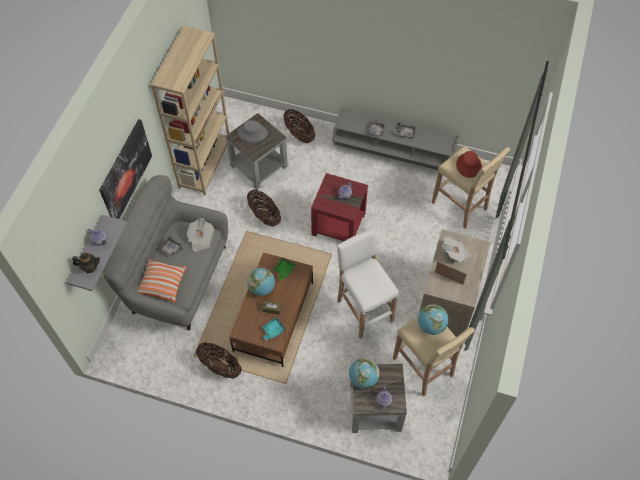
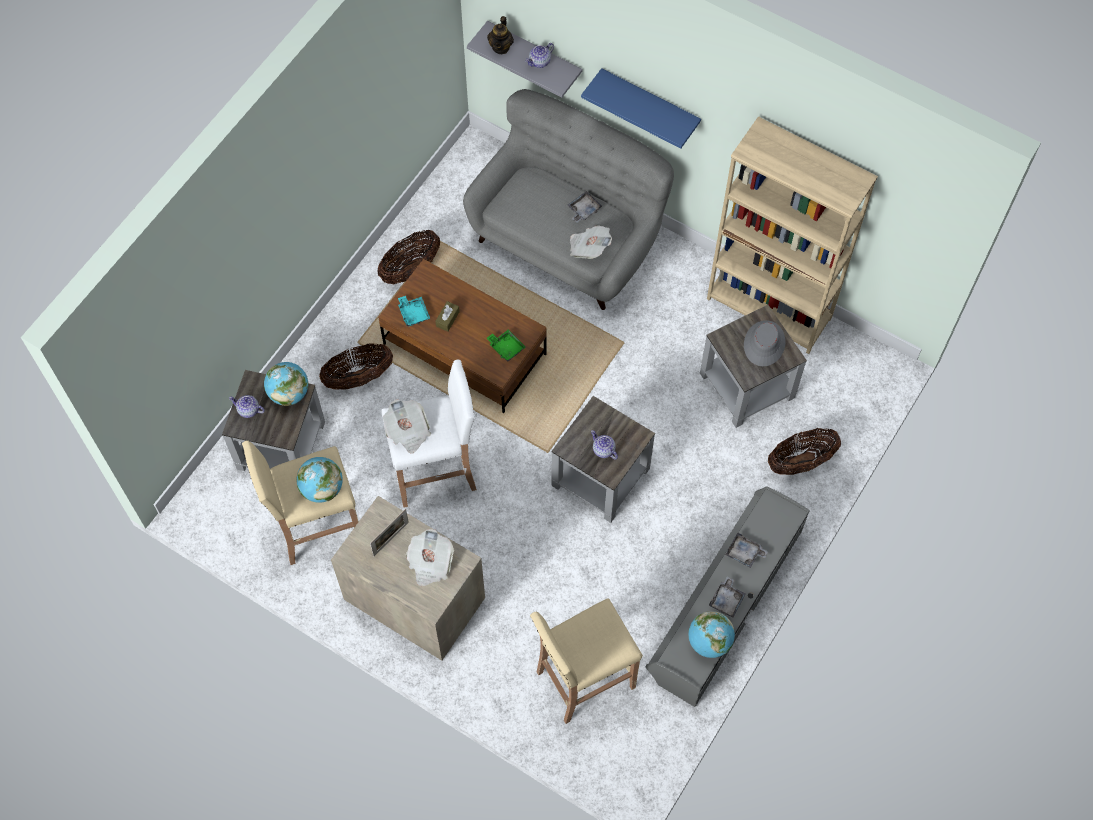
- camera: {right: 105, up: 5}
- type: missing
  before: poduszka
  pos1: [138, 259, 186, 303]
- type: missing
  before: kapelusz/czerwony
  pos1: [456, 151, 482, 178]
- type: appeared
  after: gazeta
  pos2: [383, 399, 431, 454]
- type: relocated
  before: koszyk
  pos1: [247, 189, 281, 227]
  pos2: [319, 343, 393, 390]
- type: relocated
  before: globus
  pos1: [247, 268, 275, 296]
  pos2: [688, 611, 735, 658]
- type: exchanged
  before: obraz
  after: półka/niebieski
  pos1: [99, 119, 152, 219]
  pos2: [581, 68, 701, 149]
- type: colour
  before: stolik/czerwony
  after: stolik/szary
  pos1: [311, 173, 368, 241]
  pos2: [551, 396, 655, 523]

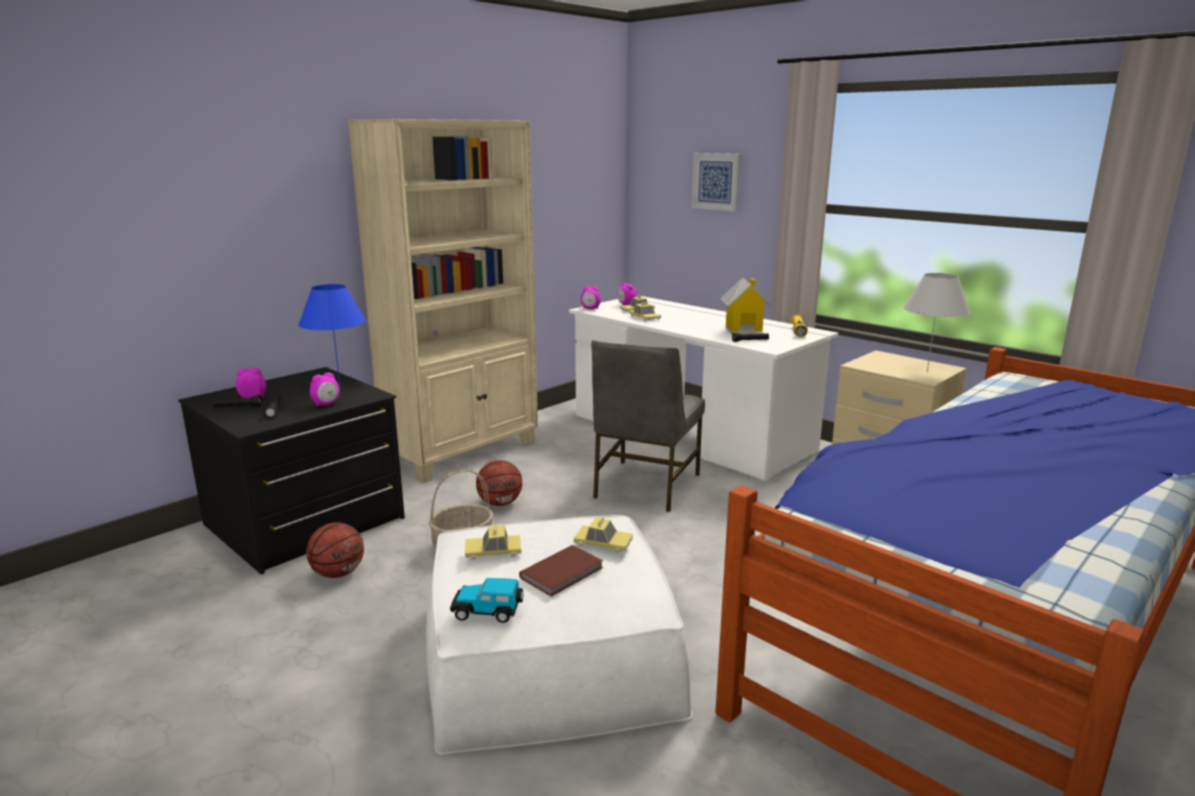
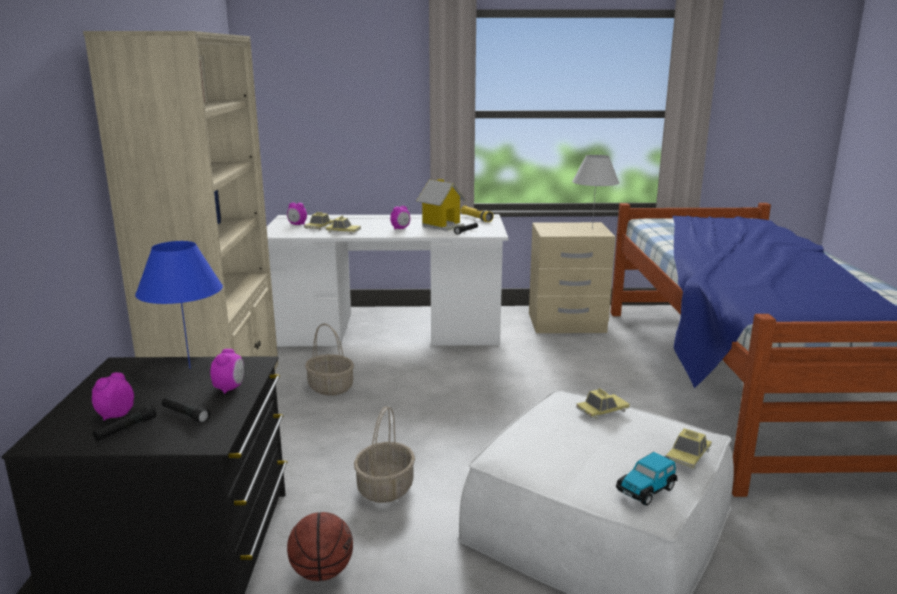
- camera: {right: -45, up: 0}
- type: missing
  before: piłka do koszykówki
  pos1: [476, 460, 522, 506]
- type: missing
  before: książka/brązowy
  pos1: [519, 545, 603, 597]
- type: missing
  before: krzesło/szary
  pos1: [591, 340, 705, 512]
- type: missing
  before: obraz
  pos1: [691, 153, 741, 212]
- type: appeared
  after: koszyk
  pos2: [305, 324, 354, 396]
- type: relocated
  before: samochodzik
  pos1: [465, 525, 521, 561]
  pos2: [666, 428, 712, 469]
- type: relocated
  before: budzik
  pos1: [581, 286, 601, 309]
  pos2: [390, 206, 410, 229]

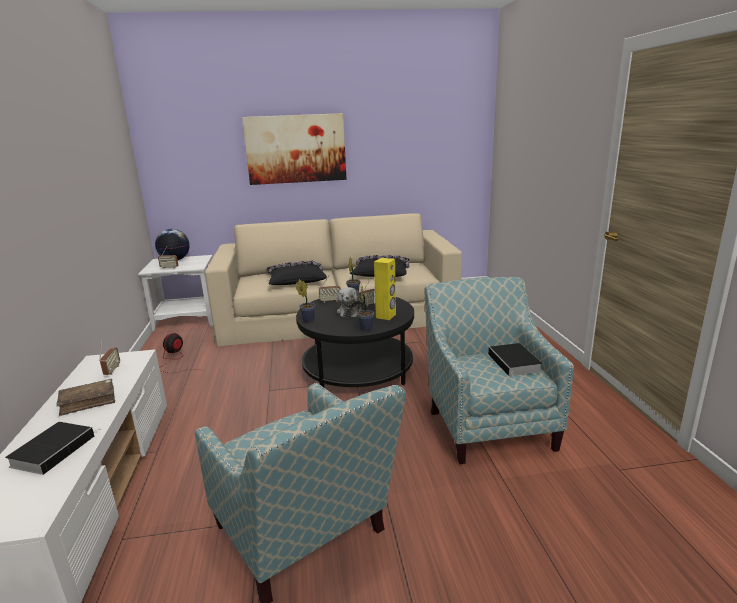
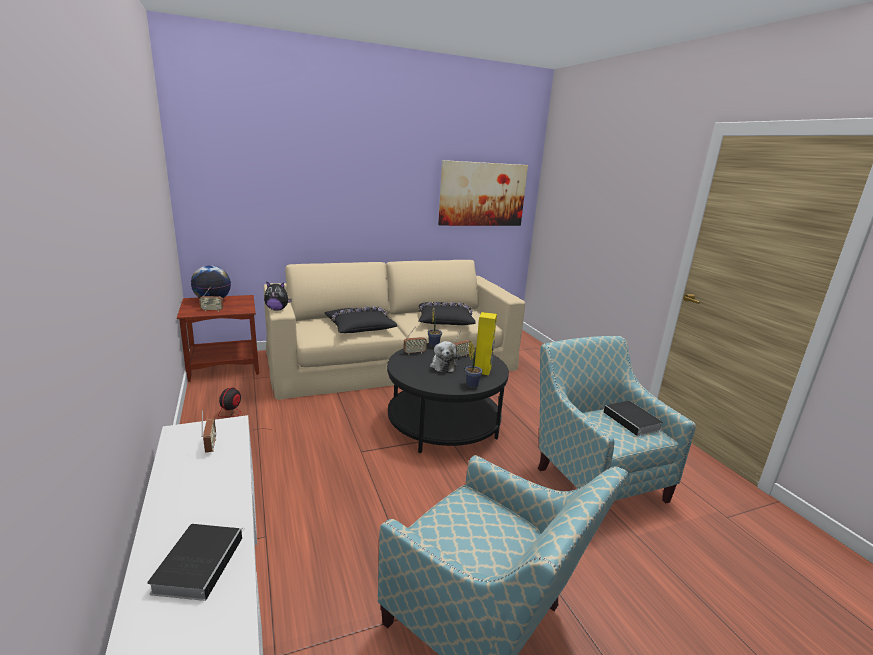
- camera: {right: -15, up: 0}
- type: missing
  before: książka/brązowy
  pos1: [56, 379, 115, 416]
- type: missing
  before: roślina doniczkowa
  pos1: [296, 279, 316, 322]
- type: appeared
  after: pluszak
  pos2: [264, 281, 292, 311]
- type: relocated
  before: obraz
  pos1: [242, 113, 347, 185]
  pos2: [438, 160, 528, 226]
- type: colour
  before: stolik/biały
  after: stolik/brązowy
  pos1: [138, 255, 213, 331]
  pos2: [177, 295, 259, 382]

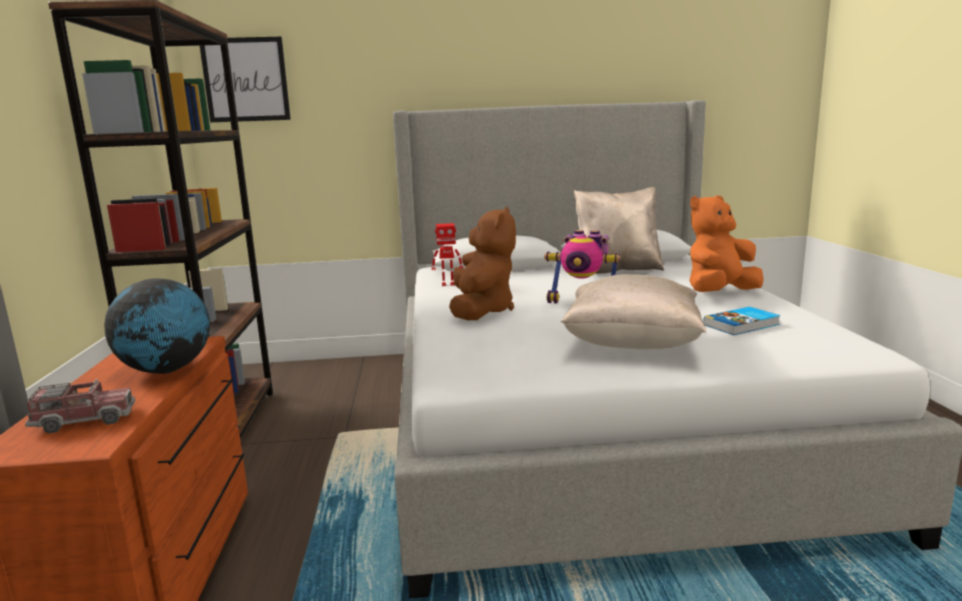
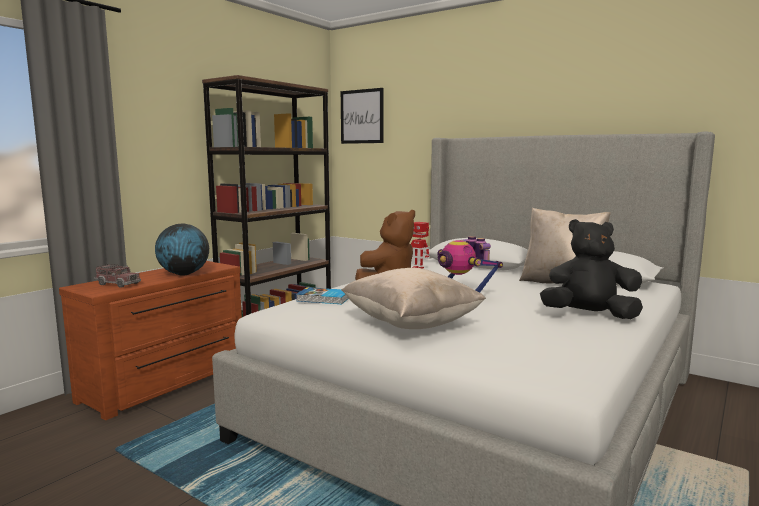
- camera: {right: 40, up: -5}
- type: relocated
  before: książka
  pos1: [703, 307, 780, 335]
  pos2: [296, 287, 349, 304]
- type: colour
  before: pluszak/pomarańczowy
  after: pluszak/czarny
  pos1: [689, 195, 764, 292]
  pos2: [540, 219, 643, 319]

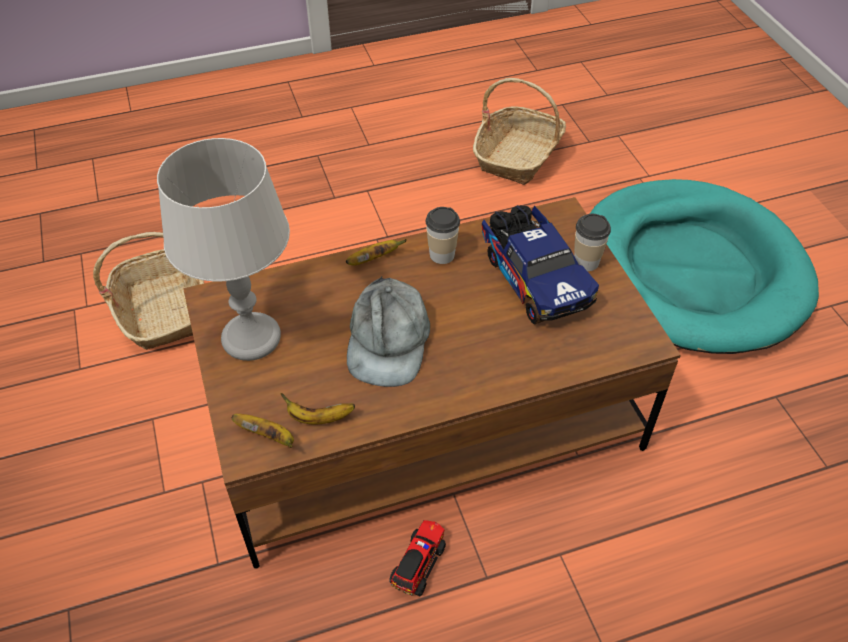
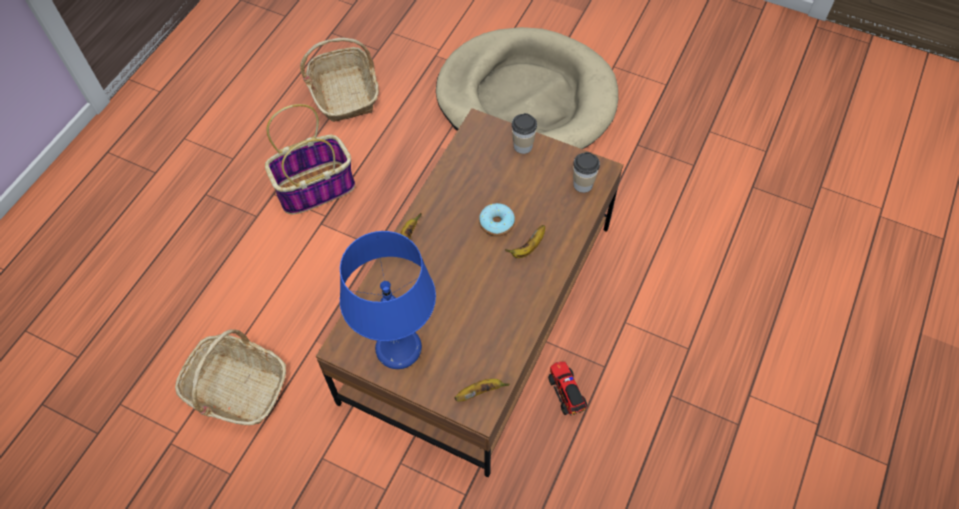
- camera: {right: -45, up: 10}
- type: missing
  before: czapka z daszkiem/szary
  pos1: [347, 276, 430, 387]
- type: missing
  before: ciężarówka zabawkowa
  pos1: [482, 205, 599, 324]
- type: appeared
  after: koszyk
  pos2: [265, 104, 355, 215]
- type: appeared
  after: donut
  pos2: [479, 203, 515, 237]
- type: relocated
  before: banan
  pos1: [280, 393, 355, 424]
  pos2: [505, 225, 545, 258]
- type: relocated
  before: filiżanka
  pos1: [426, 207, 460, 264]
  pos2: [573, 152, 600, 193]
- type: colour
  before: lampa stołowa/szary
  after: lampa stołowa/niebieski
  pos1: [157, 138, 290, 361]
  pos2: [340, 231, 436, 369]
- type: colour
  before: legowisko/turkusowy
  after: legowisko/beżowy
  pos1: [590, 179, 819, 354]
  pos2: [436, 27, 618, 149]

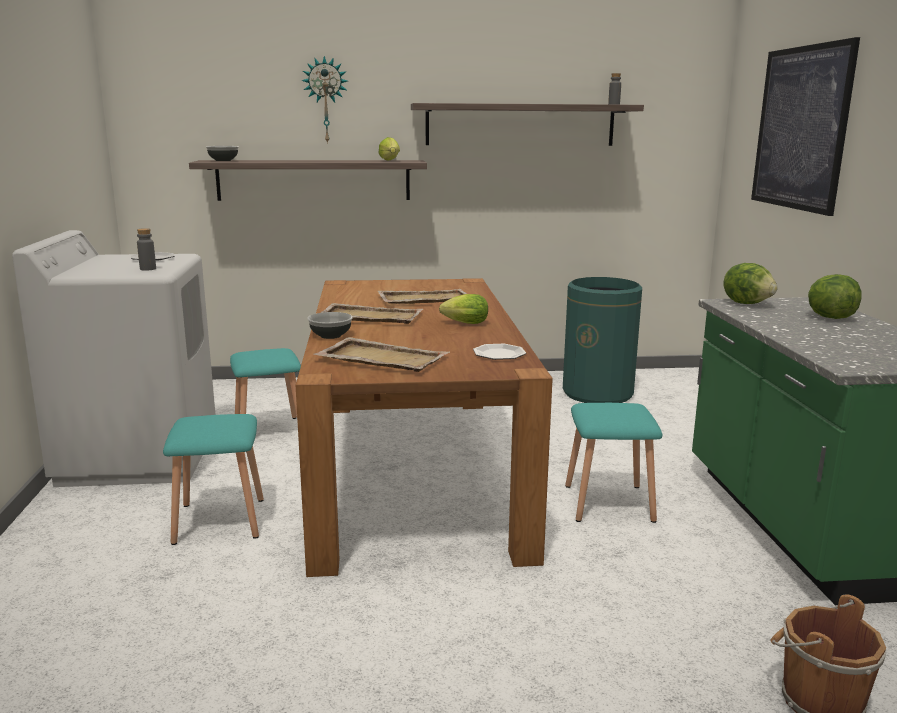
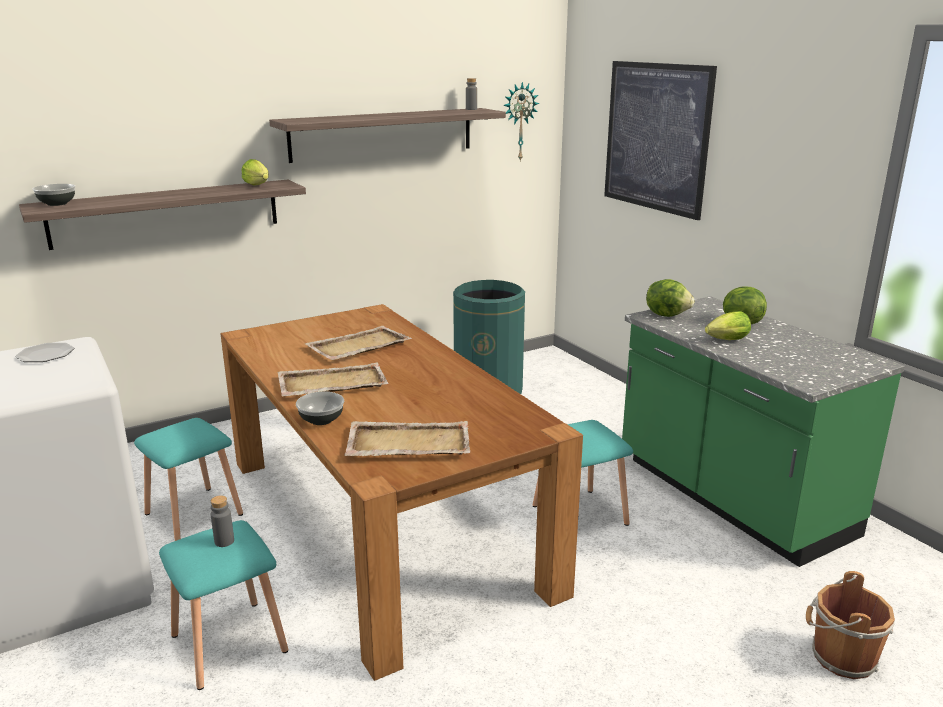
- camera: {right: -25, up: 5}
- type: missing
  before: talerz
  pos1: [473, 344, 526, 360]
- type: relocated
  before: butelka/szary
  pos1: [137, 228, 156, 271]
  pos2: [211, 495, 234, 547]
- type: relocated
  before: zegar ścienny
  pos1: [301, 56, 347, 144]
  pos2: [503, 82, 539, 162]
- type: relocated
  before: sałata
  pos1: [439, 294, 488, 324]
  pos2: [705, 311, 751, 340]

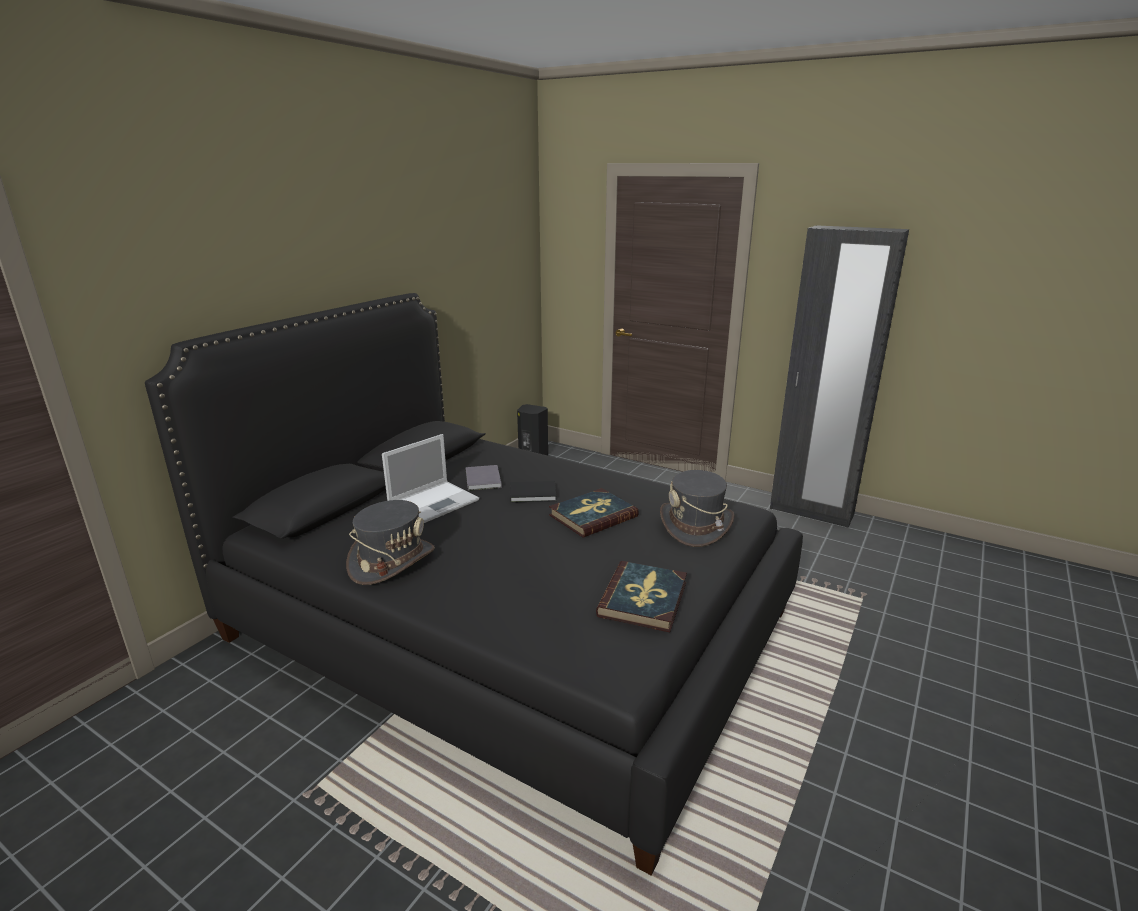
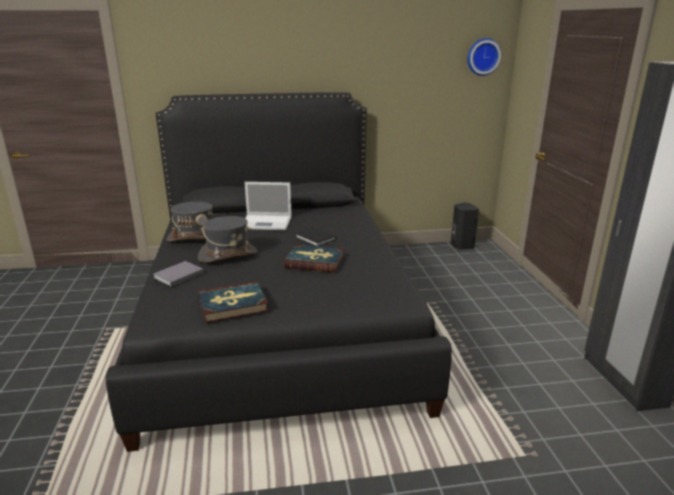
- camera: {right: 50, up: 0}
- type: appeared
  after: zegar ścienny
  pos2: [467, 38, 501, 76]
- type: relocated
  before: książka/szary
  pos1: [465, 465, 502, 491]
  pos2: [153, 261, 204, 287]
- type: relocated
  before: kapelusz/szary
  pos1: [660, 470, 735, 547]
  pos2: [198, 216, 258, 263]

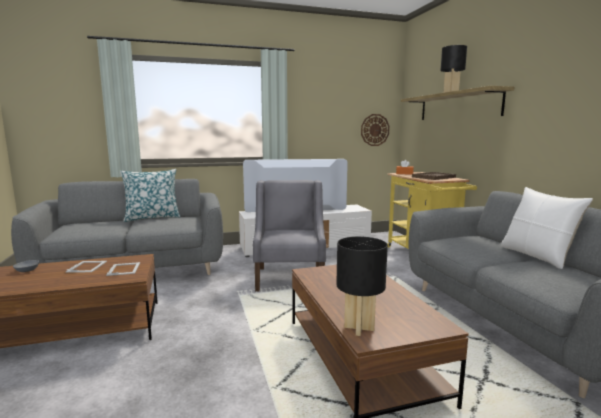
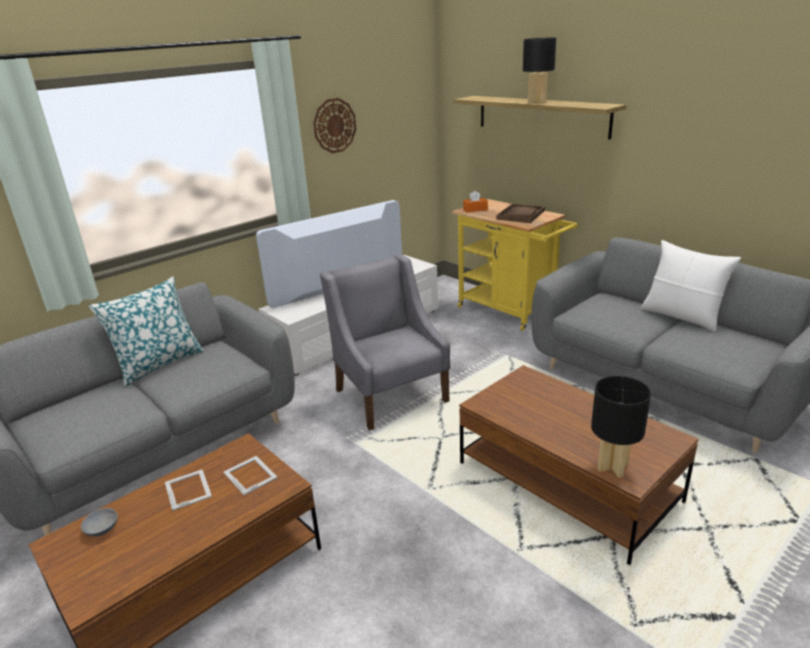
- camera: {right: -25, up: 15}
- type: relocated
  before: zegar ścienny
  pos1: [361, 114, 390, 146]
  pos2: [313, 98, 356, 153]

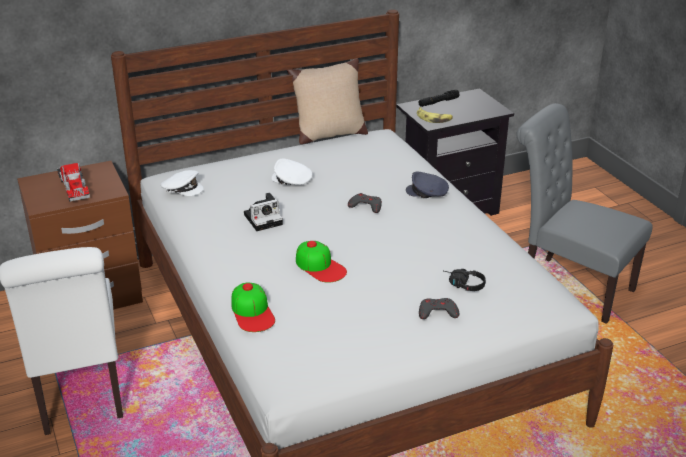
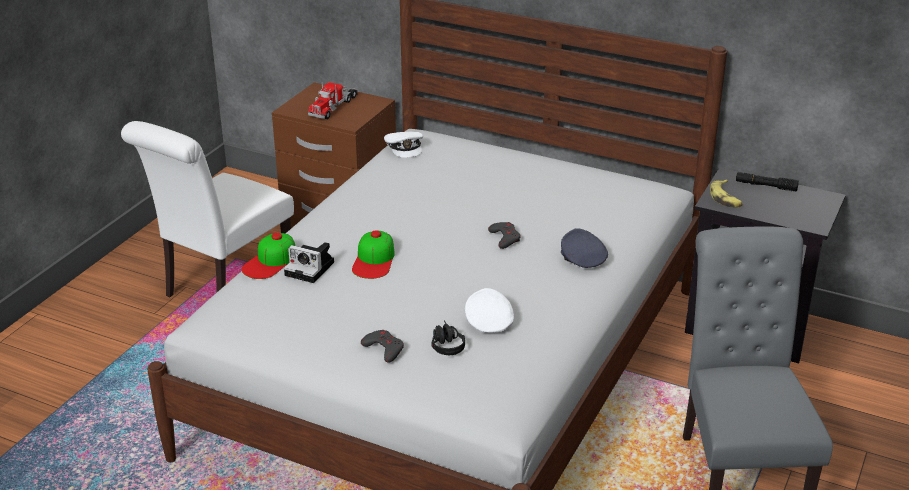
- camera: {right: 50, up: 0}
- type: missing
  before: poduszka/beżowy
  pos1: [287, 58, 368, 144]
- type: relocated
  before: aparat fotograficzny
  pos1: [244, 193, 283, 231]
  pos2: [284, 242, 334, 283]
- type: relocated
  before: czapka z daszkiem/biały
  pos1: [272, 158, 312, 185]
  pos2: [465, 288, 514, 333]

